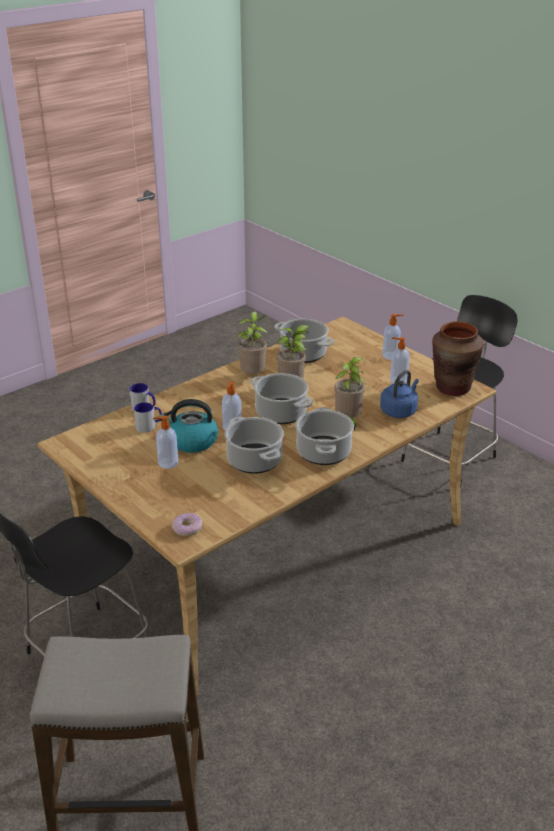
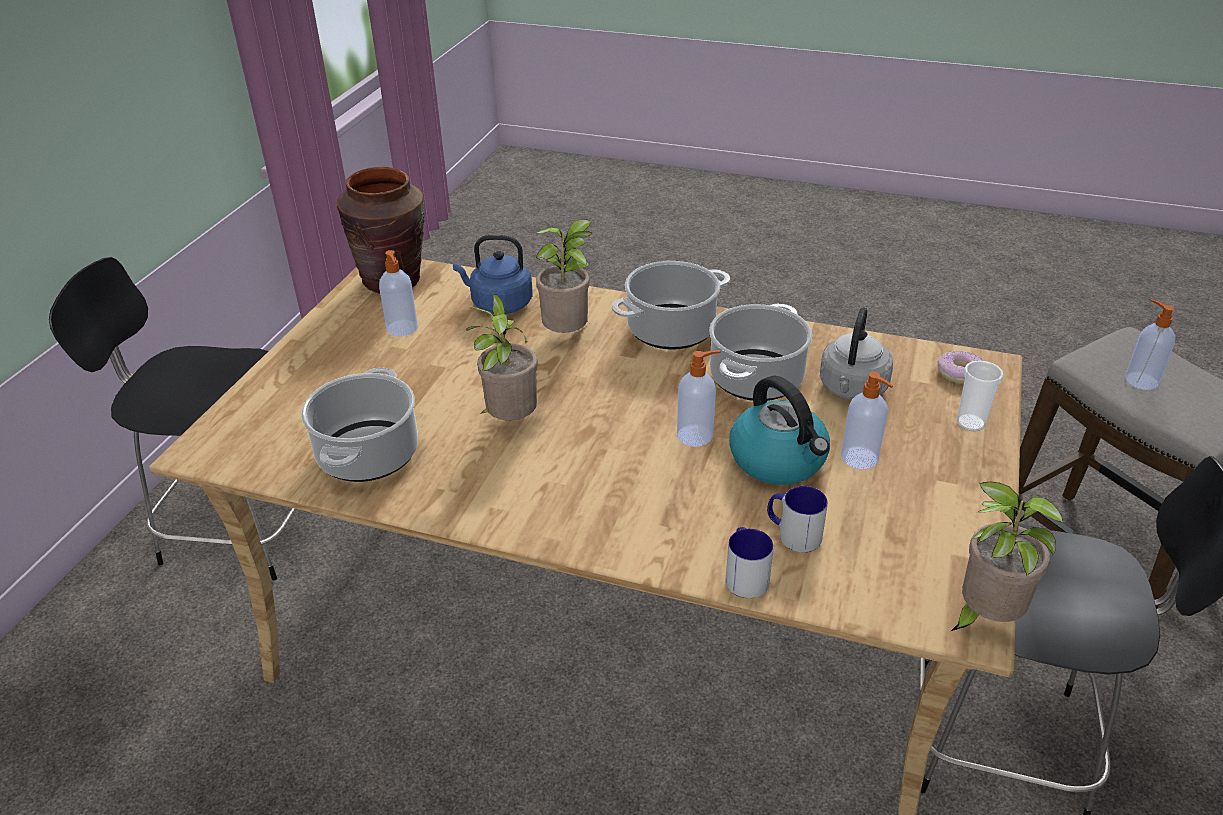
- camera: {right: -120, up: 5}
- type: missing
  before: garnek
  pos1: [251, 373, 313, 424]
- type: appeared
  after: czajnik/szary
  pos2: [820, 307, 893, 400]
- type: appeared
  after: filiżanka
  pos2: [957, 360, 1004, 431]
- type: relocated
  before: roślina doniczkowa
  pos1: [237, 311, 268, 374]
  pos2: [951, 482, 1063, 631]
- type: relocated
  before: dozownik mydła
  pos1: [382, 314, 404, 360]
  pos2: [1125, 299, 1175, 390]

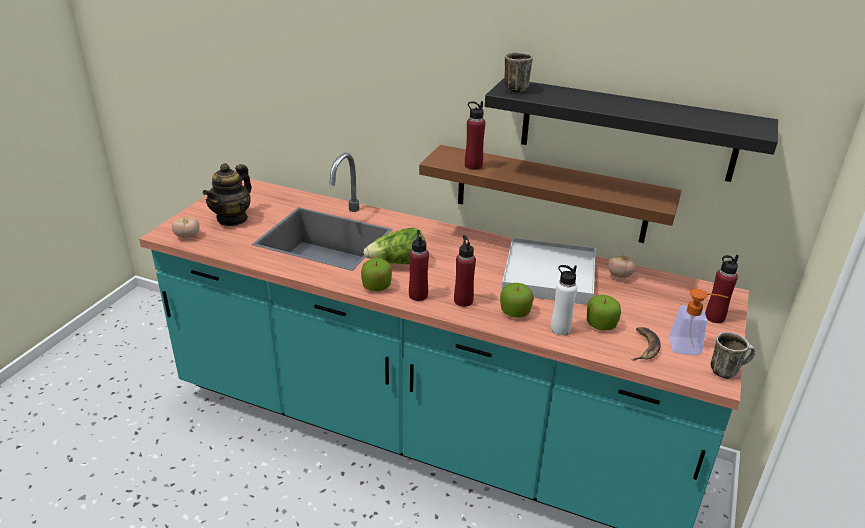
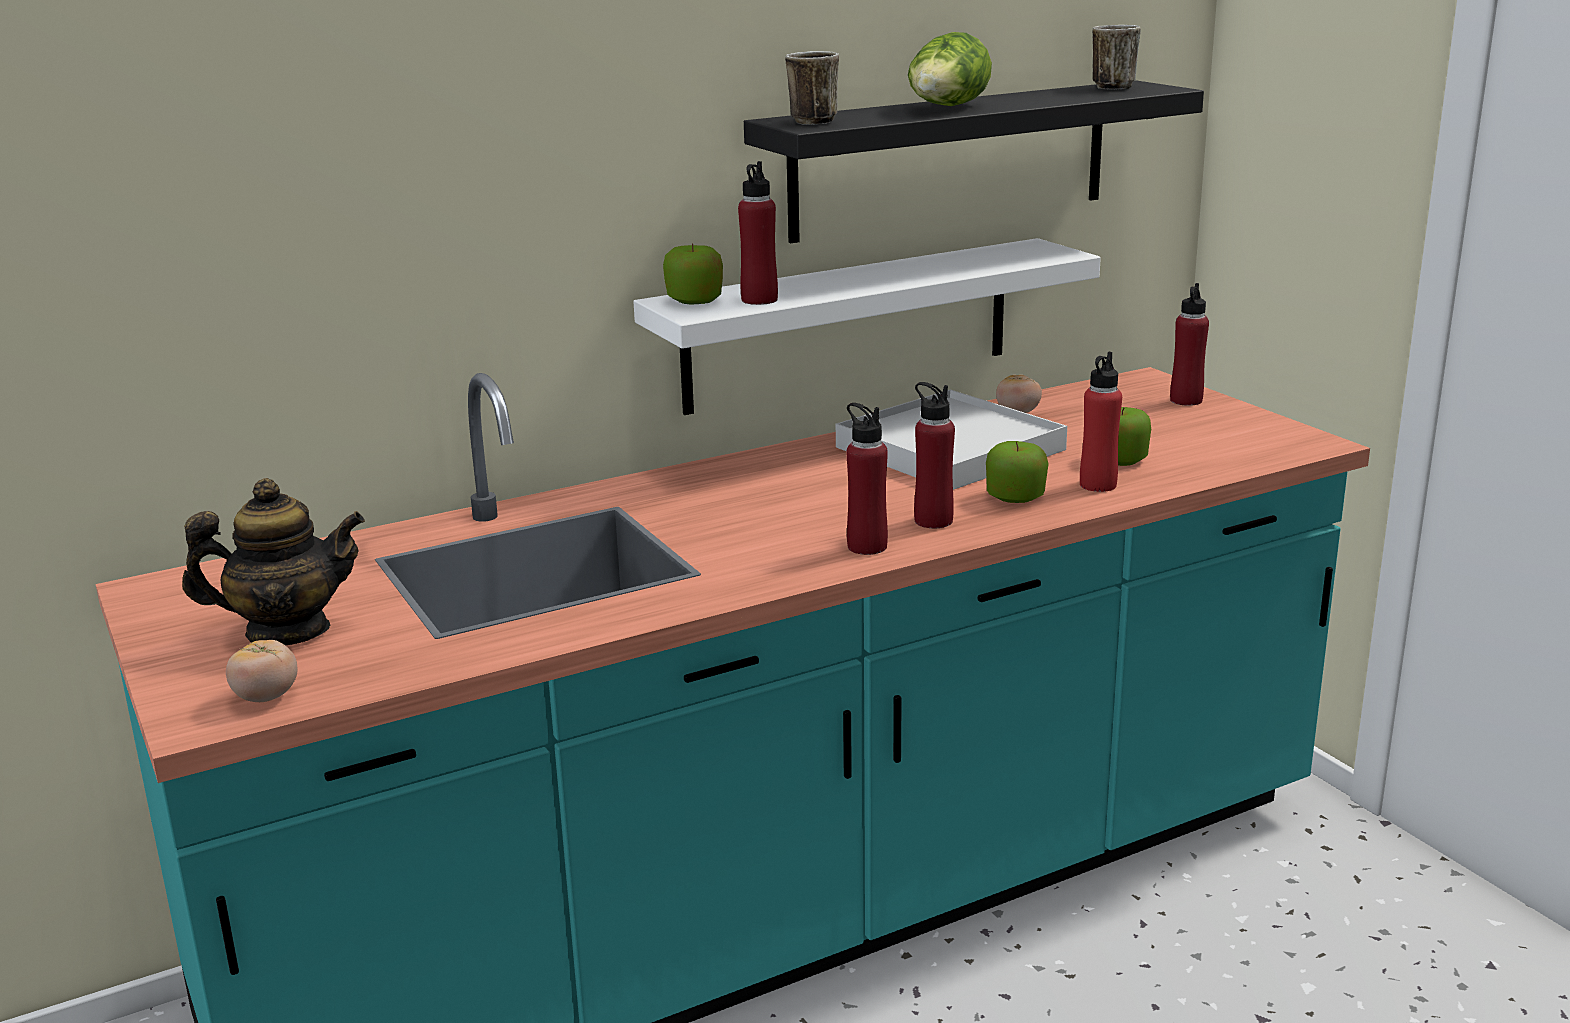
- camera: {right: -50, up: -10}
- type: missing
  before: banan
  pos1: [632, 327, 661, 361]
- type: missing
  before: dozownik mydła
  pos1: [669, 289, 729, 356]
- type: relocated
  before: jabłko
  pos1: [361, 258, 392, 291]
  pos2: [663, 243, 723, 305]
- type: relocated
  before: sałata
  pos1: [364, 228, 425, 264]
  pos2: [908, 32, 992, 106]
- type: relocated
  before: kubek
  pos1: [710, 332, 755, 379]
  pos2: [1093, 25, 1141, 90]
- type: colour
  before: półka/brązowy
  after: półka/biały
  pos1: [419, 145, 682, 243]
  pos2: [633, 238, 1101, 415]
- type: colour
  before: butelka/biały
  after: butelka/czerwony
  pos1: [551, 265, 578, 335]
  pos2: [1080, 352, 1122, 492]
- type: spun
  before: imbryk
  pos1: [203, 163, 252, 226]
  pos2: [182, 478, 365, 645]
  turn: -75

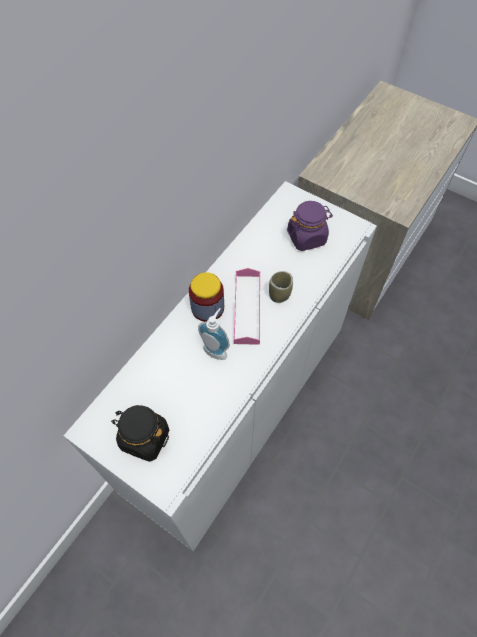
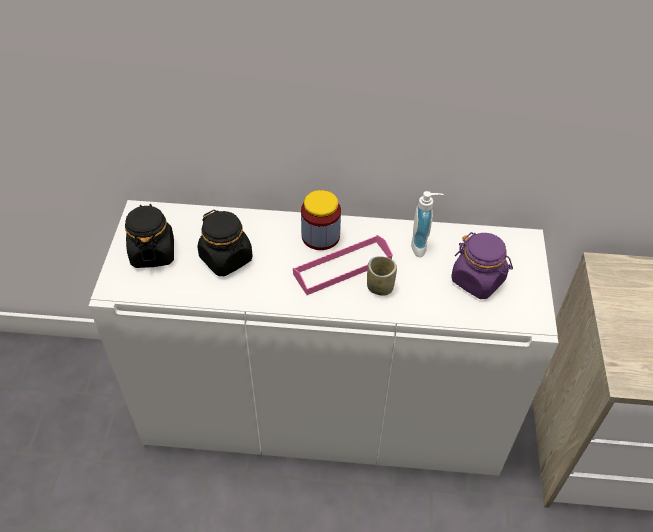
- camera: {right: 60, up: -10}
- type: appeared
  after: słoik/czarny
  pos2: [197, 210, 252, 276]
- type: relocated
  before: dozownik mydła
  pos1: [198, 308, 230, 360]
  pos2: [411, 191, 444, 257]

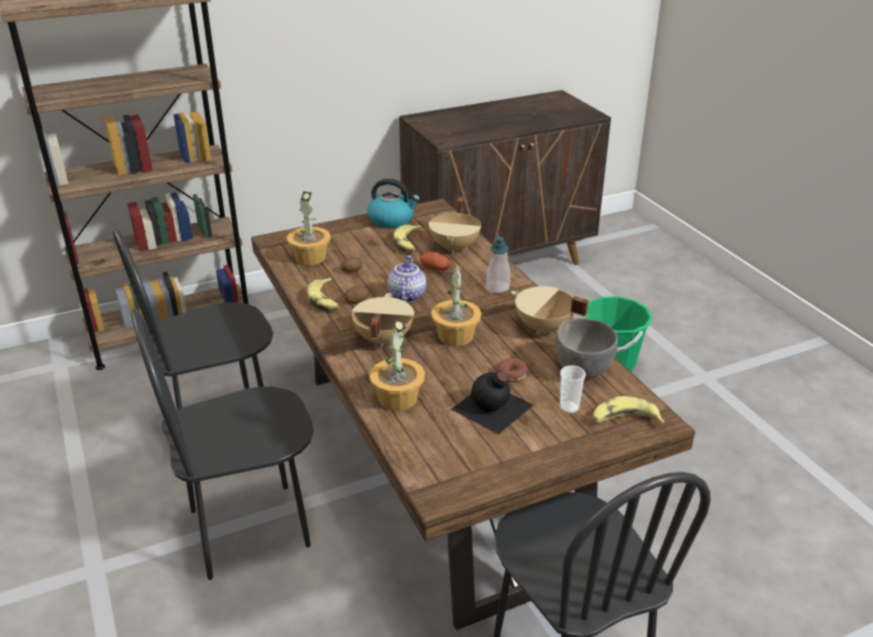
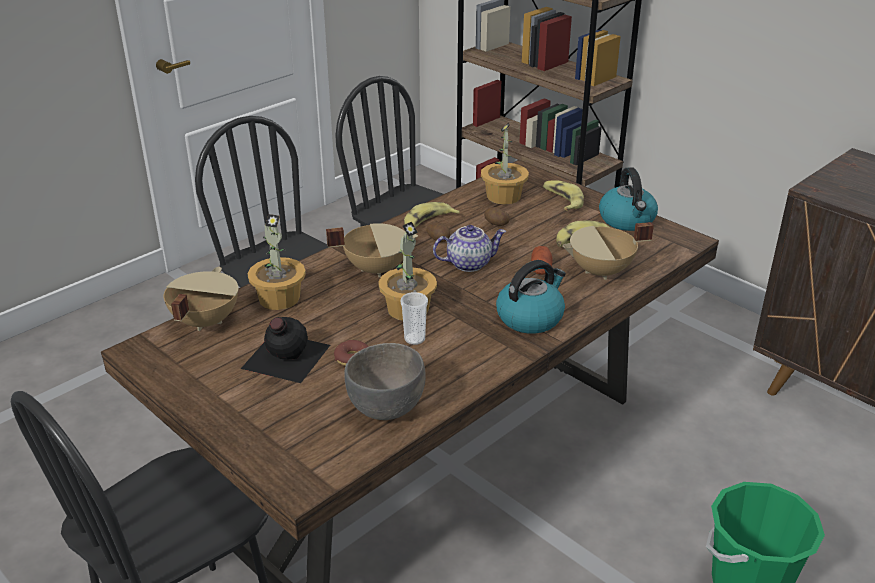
- camera: {right: 70, up: 0}
- type: relocated
  before: garnek/beżowy
  pos1: [511, 286, 589, 335]
  pos2: [164, 267, 238, 331]
- type: relocated
  before: filiżanka
  pos1: [560, 365, 586, 413]
  pos2: [401, 292, 428, 345]
- type: relocated
  before: banan
  pos1: [593, 396, 665, 424]
  pos2: [543, 180, 584, 211]
- type: exchanged
  before: dozownik mydła
  after: czajnik
  pos1: [486, 234, 510, 293]
  pos2: [496, 260, 566, 334]

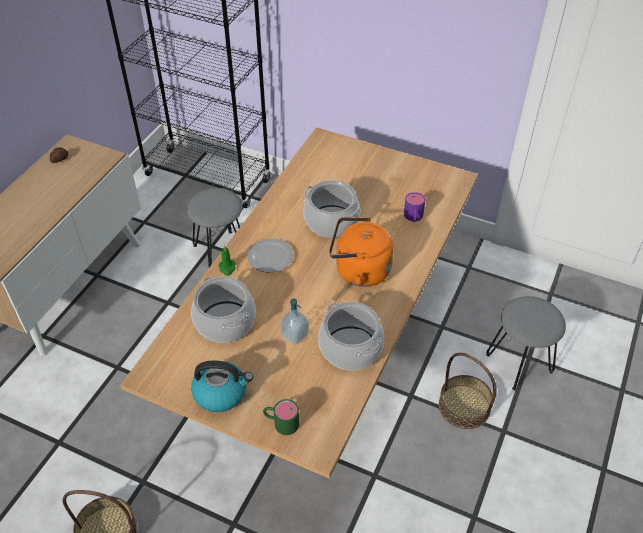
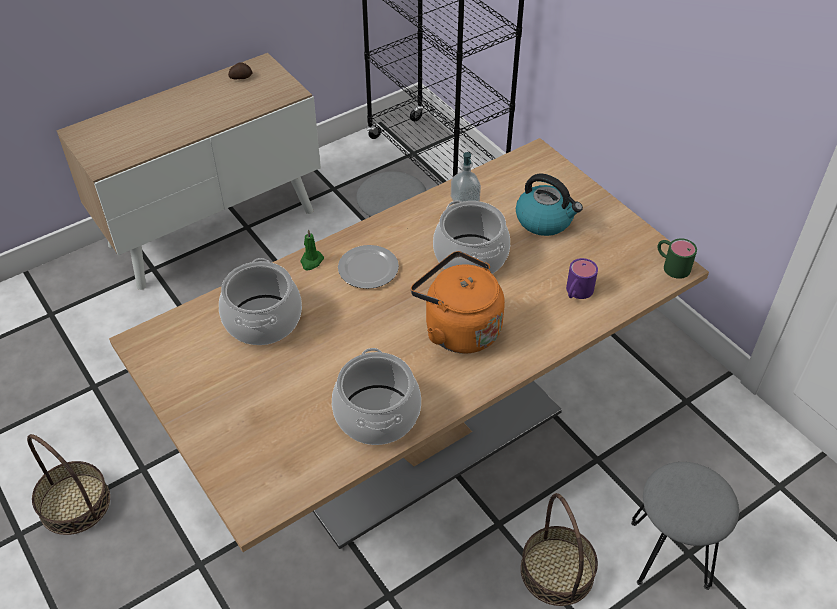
- camera: {right: 30, up: 0}
- type: relocated
  before: czajnik
  pos1: [191, 361, 253, 412]
  pos2: [516, 174, 583, 236]
- type: relocated
  before: kubek/zielony
  pos1: [263, 399, 299, 435]
  pos2: [658, 238, 697, 279]
- type: relocated
  before: dozownik mydła
  pos1: [280, 299, 309, 344]
  pos2: [451, 152, 481, 202]

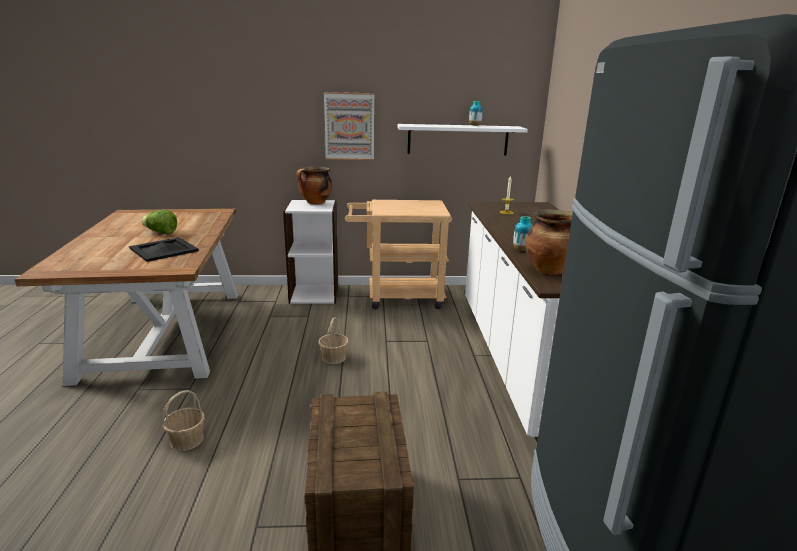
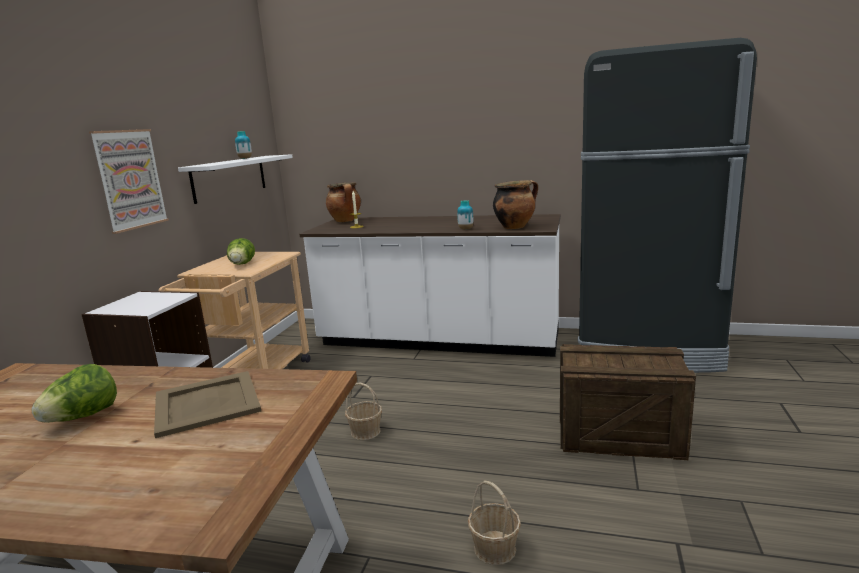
- camera: {right: -70, up: -5}
- type: appeared
  after: sałata
  pos2: [227, 238, 255, 265]
- type: relocated
  before: garnek
  pos1: [296, 166, 332, 205]
  pos2: [326, 182, 361, 222]
- type: colour
  before: taca/czarny
  after: taca/beżowy
  pos1: [129, 237, 199, 262]
  pos2: [154, 371, 261, 438]

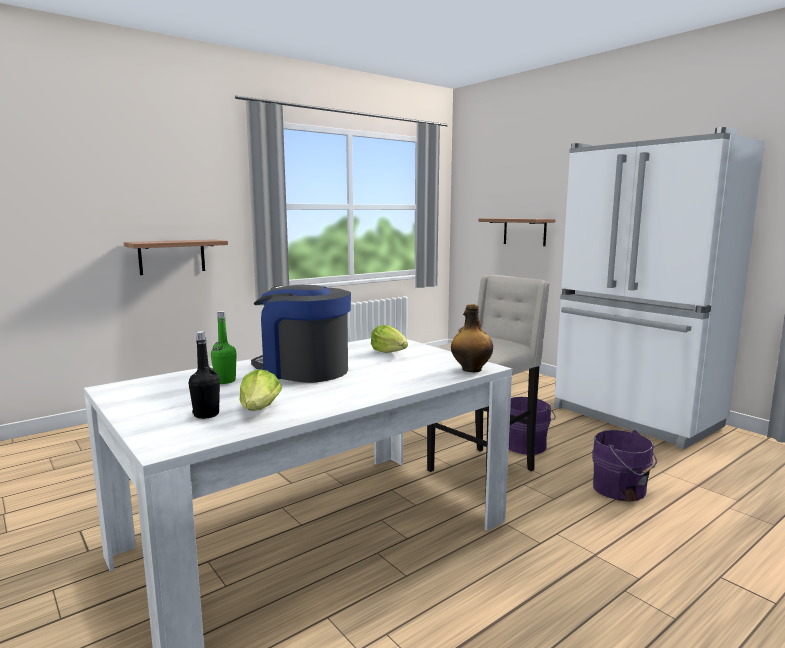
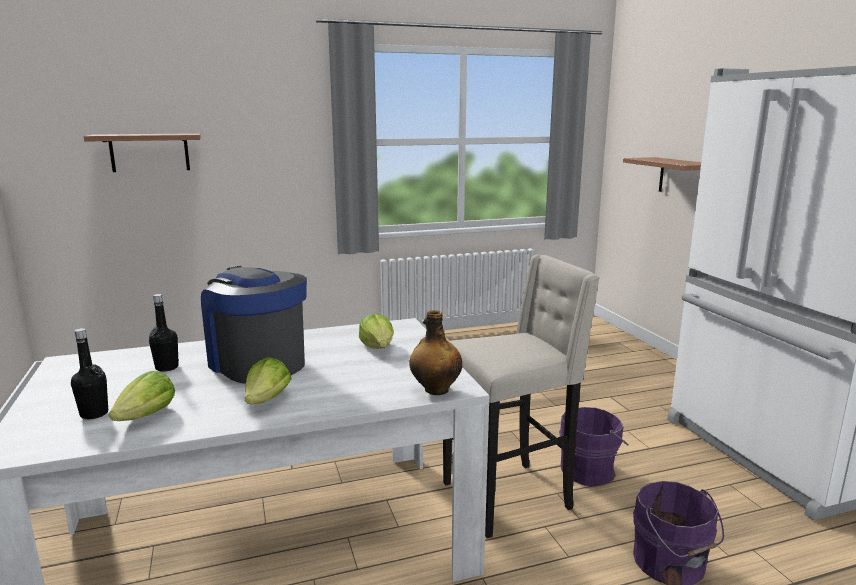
- camera: {right: 20, up: 5}
- type: appeared
  after: sałata
  pos2: [245, 357, 292, 404]
- type: relocated
  before: półka
  pos1: [124, 239, 228, 275]
  pos2: [84, 133, 201, 172]
- type: colour
  before: butelka/zielony
  after: butelka/czarny
  pos1: [211, 311, 237, 384]
  pos2: [149, 294, 179, 372]

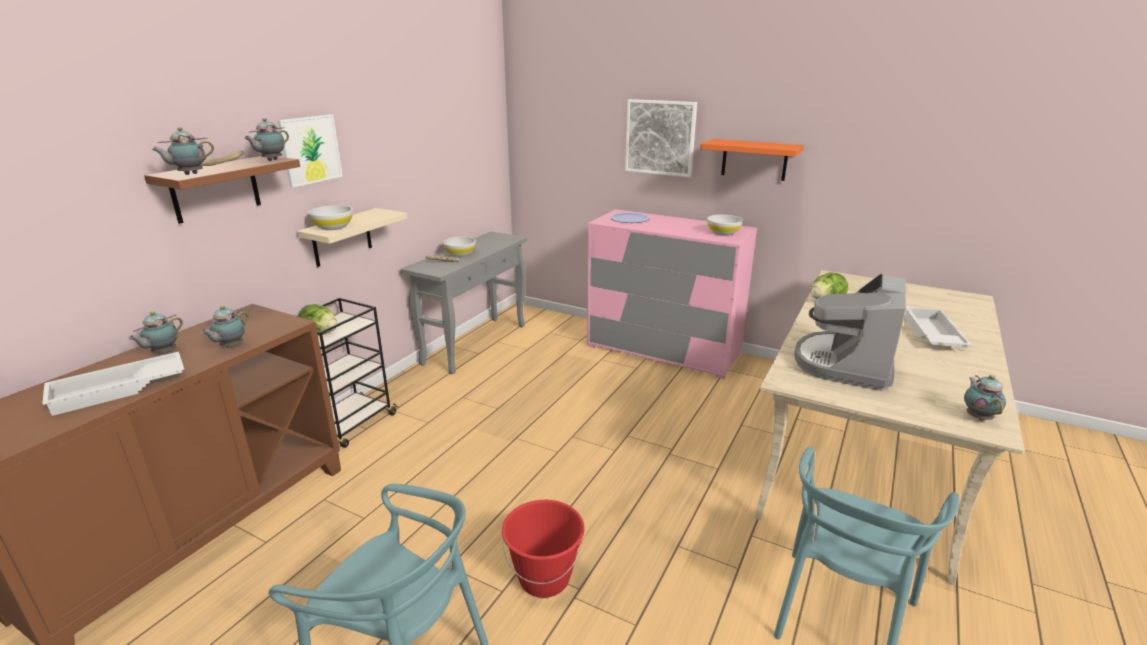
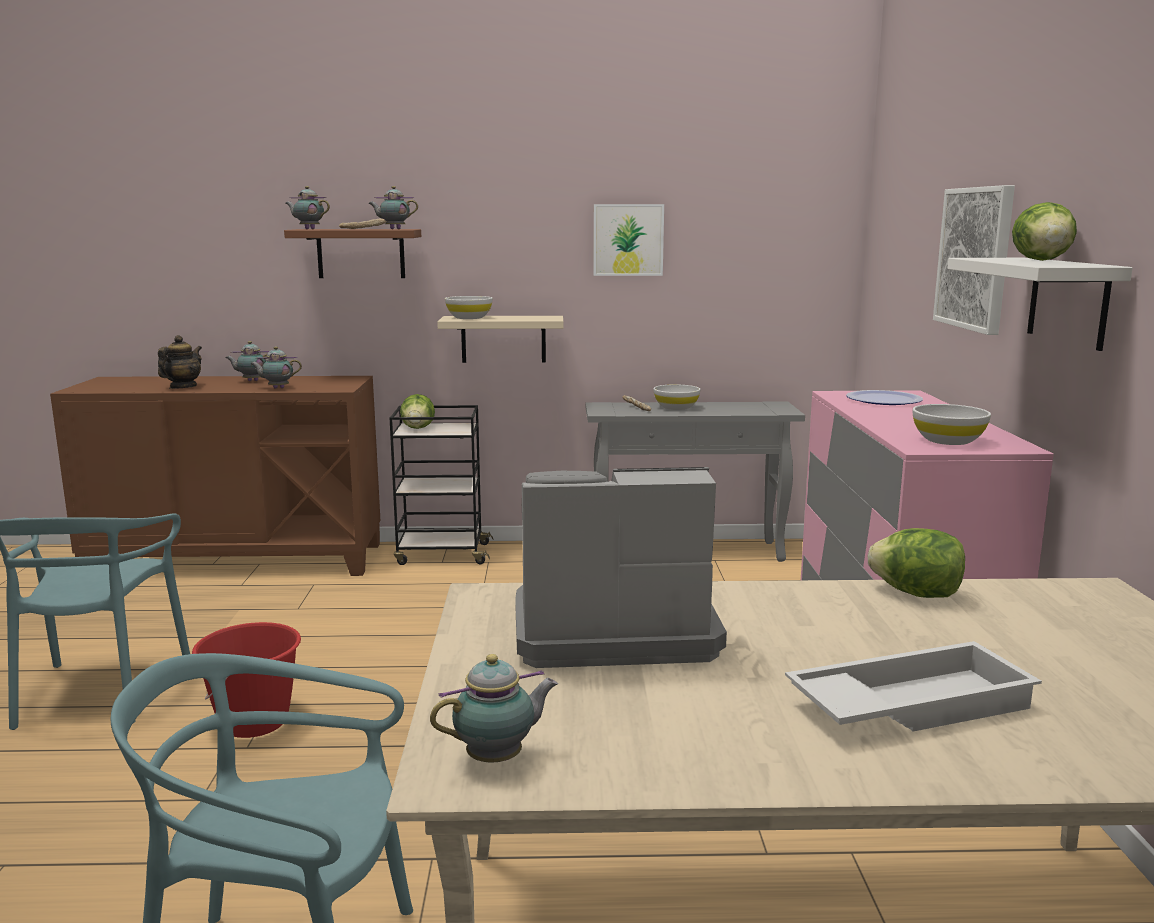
- camera: {right: 60, up: -10}
- type: appeared
  after: sałata
  pos2: [1012, 202, 1077, 261]
- type: relocated
  before: obraz
  pos1: [277, 114, 343, 188]
  pos2: [593, 204, 664, 276]
- type: exchanged
  before: taca/biały
  after: imbryk
  pos1: [42, 352, 184, 416]
  pos2: [158, 335, 202, 389]
- type: colour
  before: półka/pomarańczowy
  after: półka/biały
  pos1: [700, 139, 804, 181]
  pos2: [947, 258, 1133, 351]

